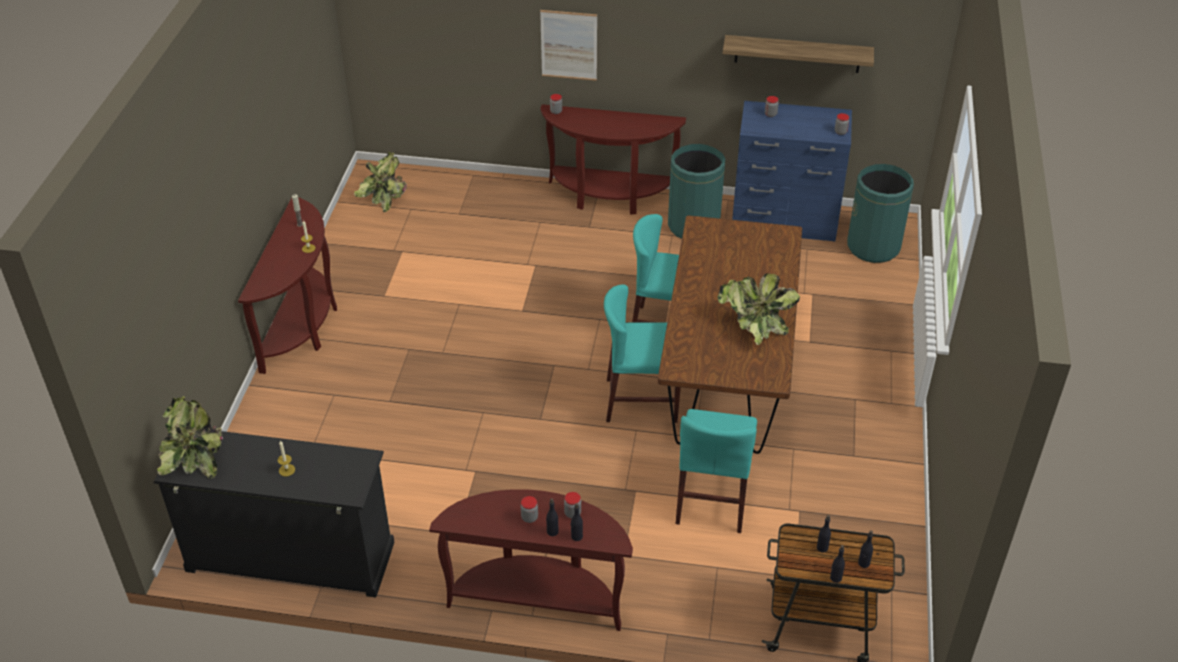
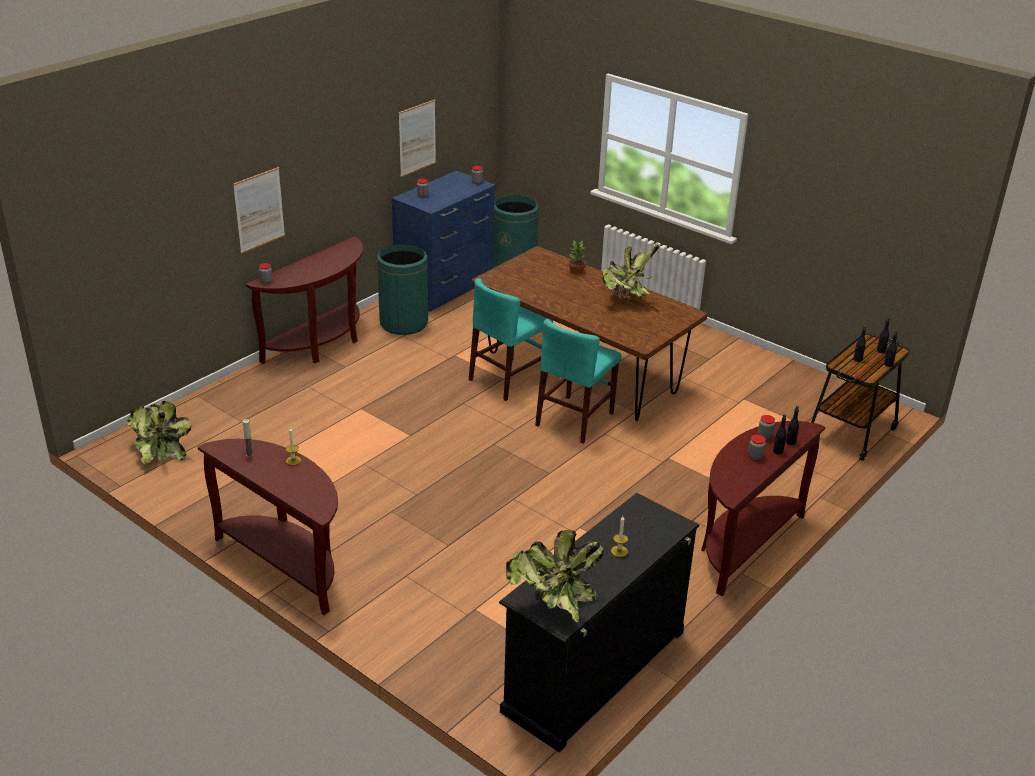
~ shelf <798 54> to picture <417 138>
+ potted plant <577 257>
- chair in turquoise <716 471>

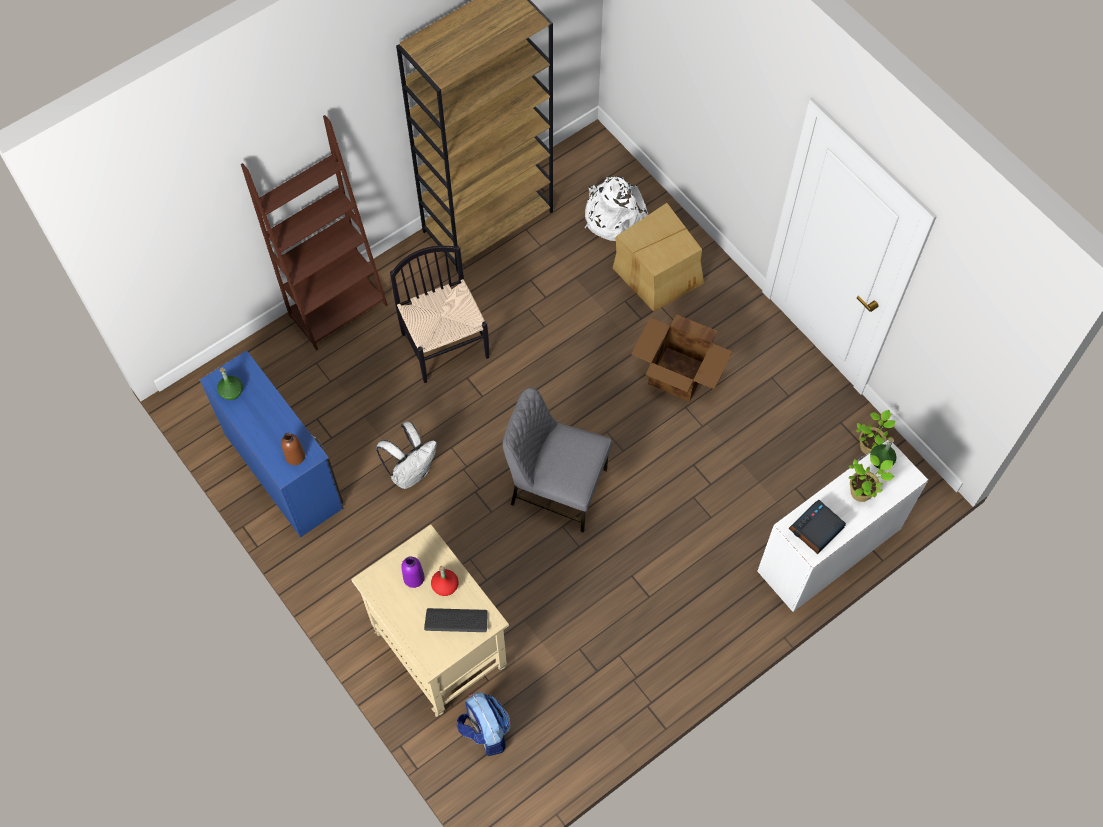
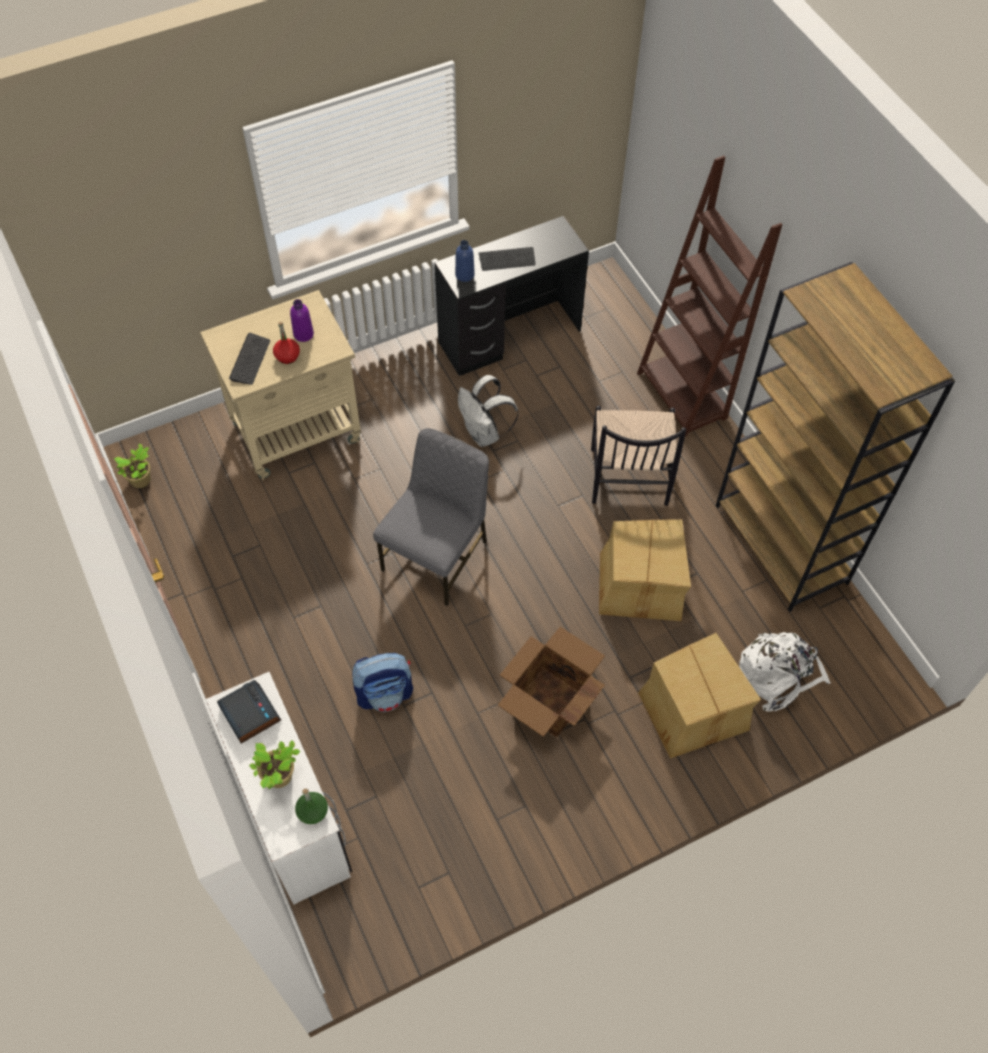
~ potted plant <875 432> to <132 466>
~ backpack <484 724> to <382 682>
~ desk in blue <271 443> to desk in black <512 296>
~ bottle in brown <293 449> to bottle in blue <465 261>
+ keyboard <507 259>
~ chair in black <439 314> = <638 456> 105 degrees clockwise
+ cardboard box <645 570>
- bottle in green <230 383>

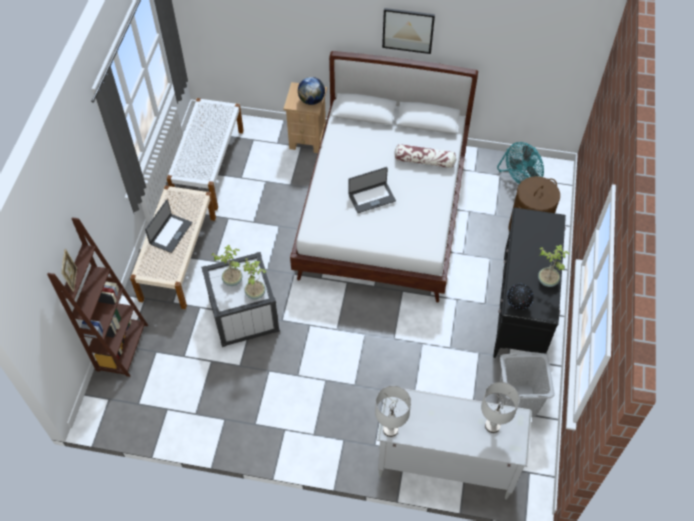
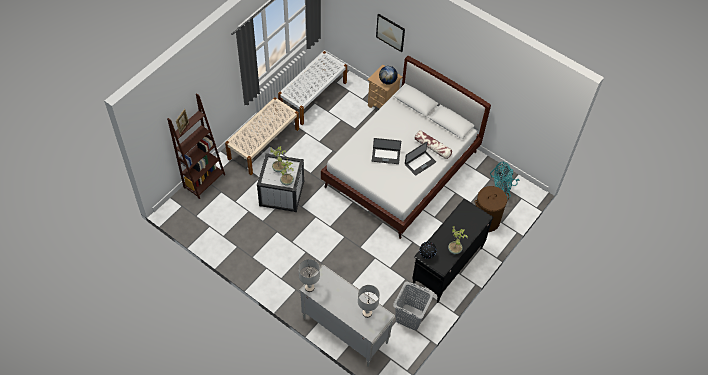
~ picture <408 31> to <390 33>
~ laptop <168 226> to <420 159>

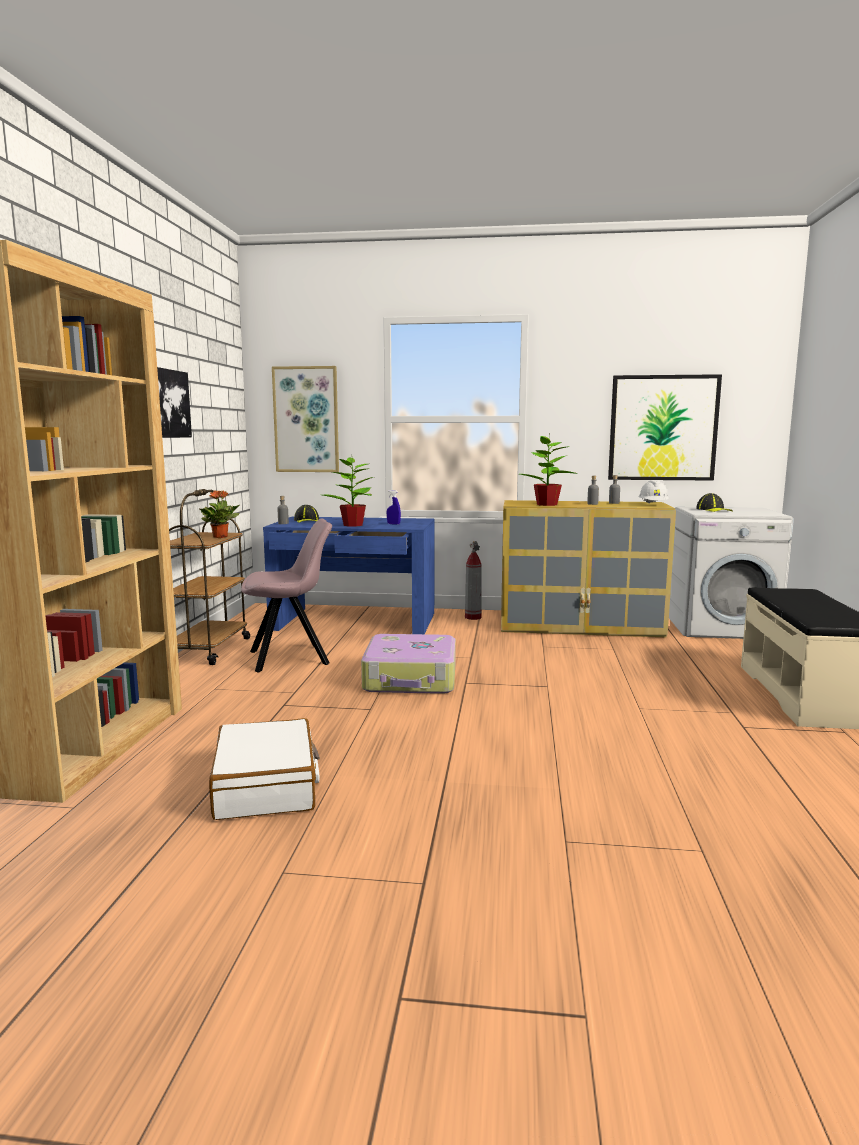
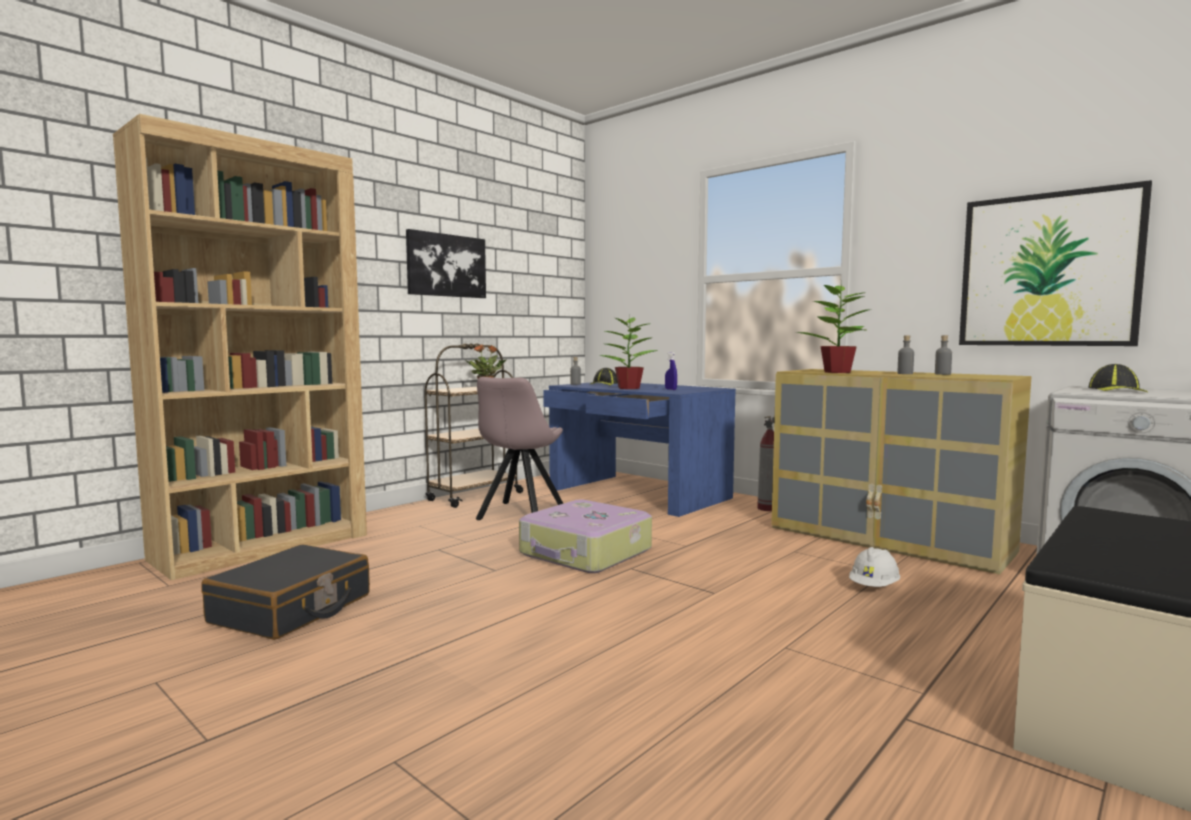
~ suitcase in white <264 769> to suitcase in black <285 592>
~ chair in pink <286 595> = <520 448> 90 degrees clockwise
~ hard hat in white <654 492> to <874 567>
- picture <305 419>

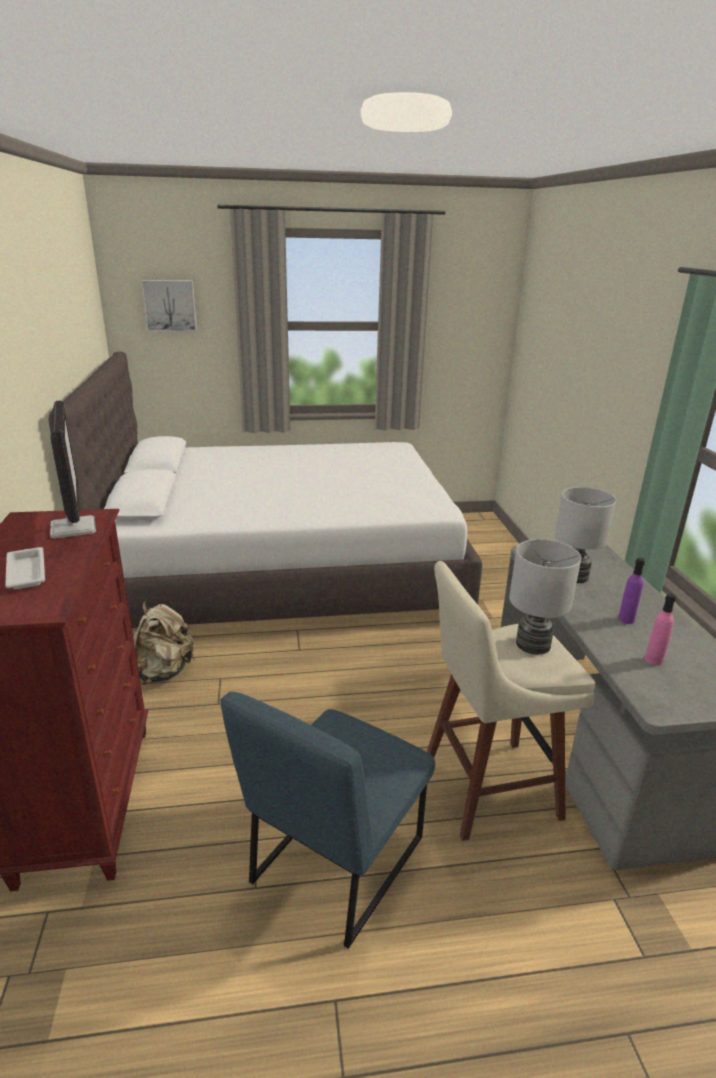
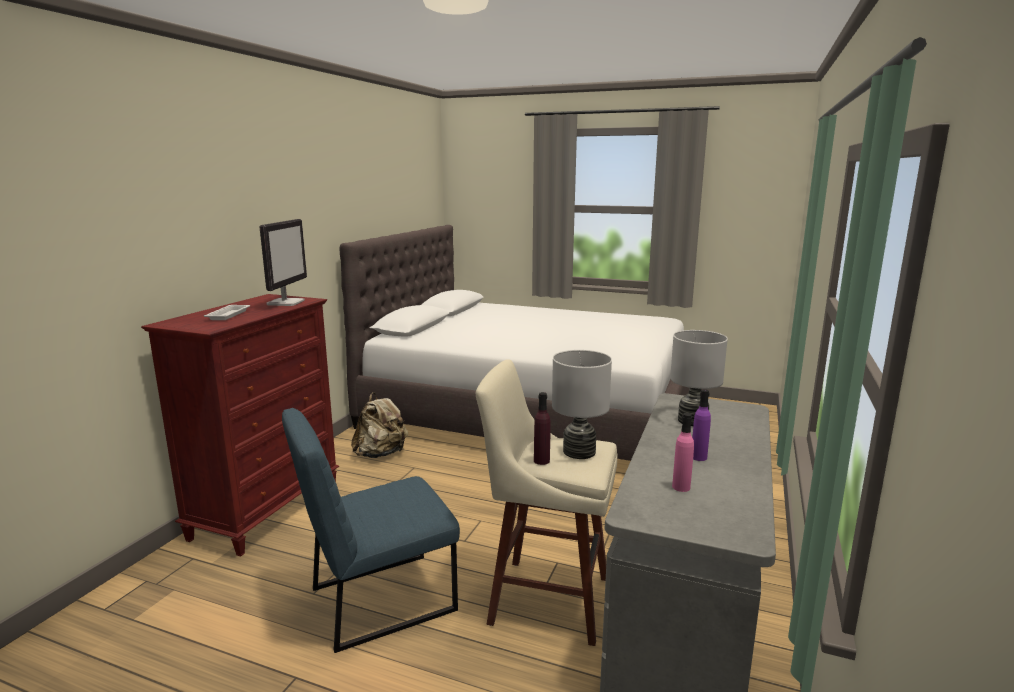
+ bottle in purple <542 428>
- picture <169 306>

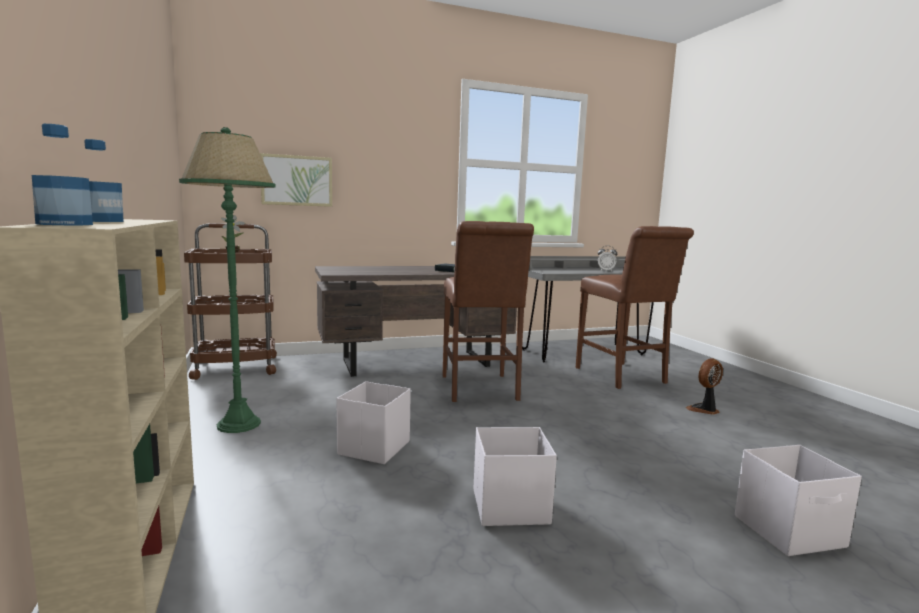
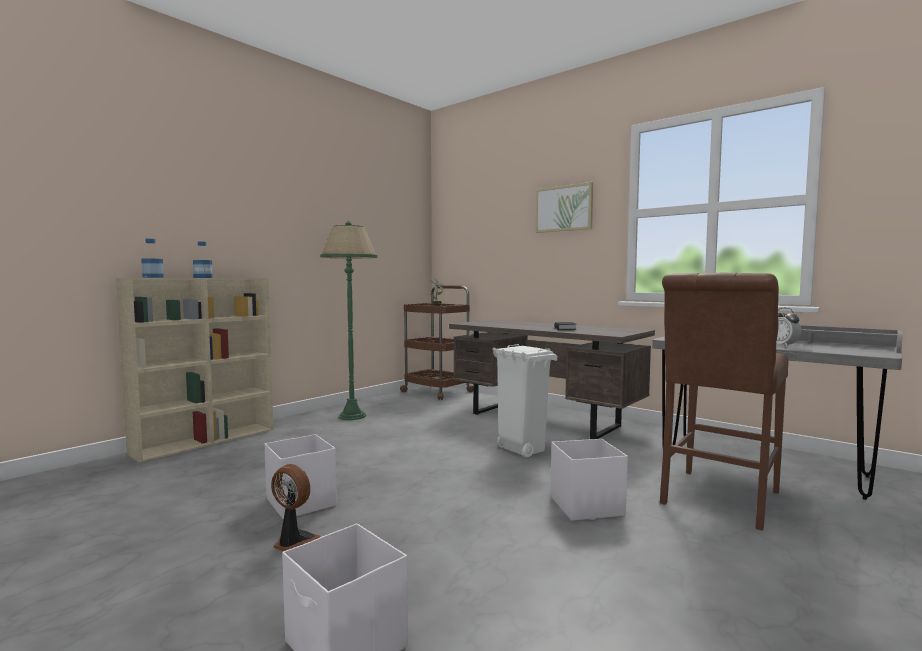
~ fan <704 386> to <296 507>
~ stool in brown <488 311> to trash can in white <525 401>
~ picture <296 180> to <564 207>
~ storage box in white <374 422> to <589 480>

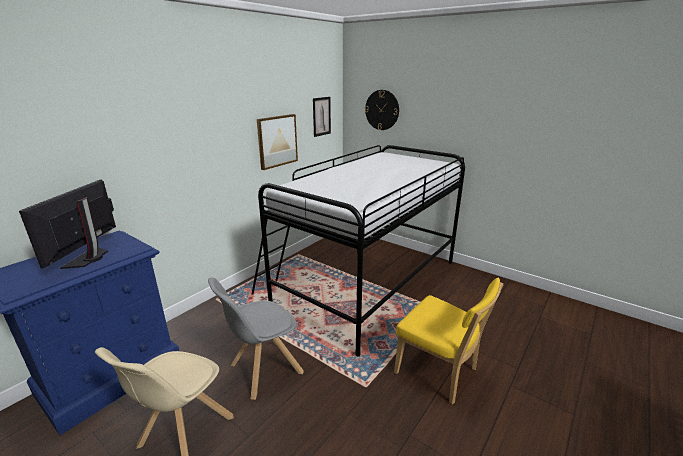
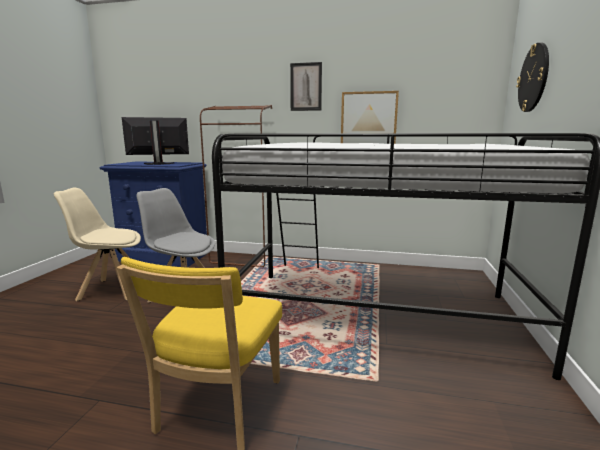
+ clothes rack in brown <236 186>
~ picture <322 117> to <306 86>

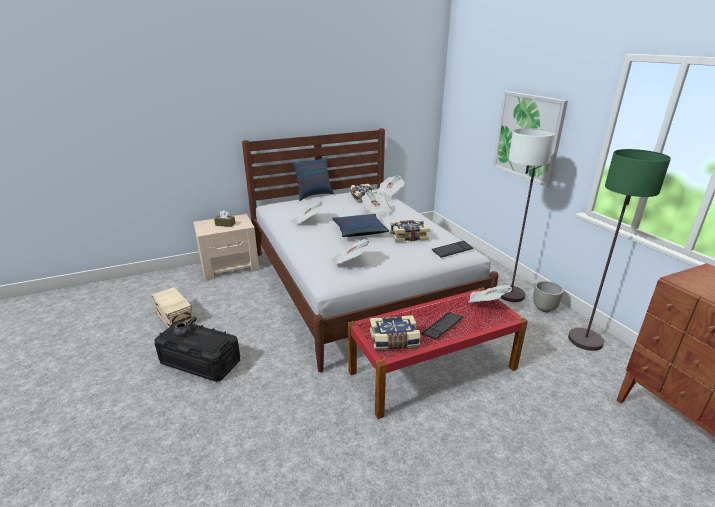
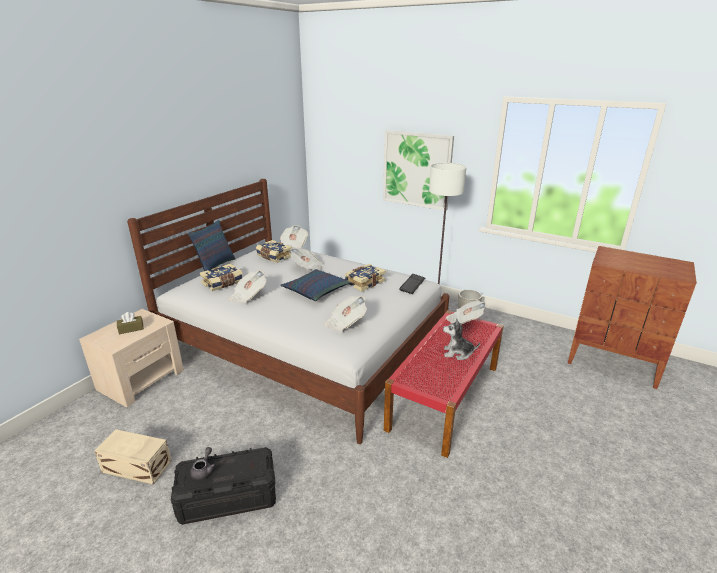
~ book <395 332> to <221 277>
~ keyboard <442 326> to plush toy <461 339>
- floor lamp in green <619 250>

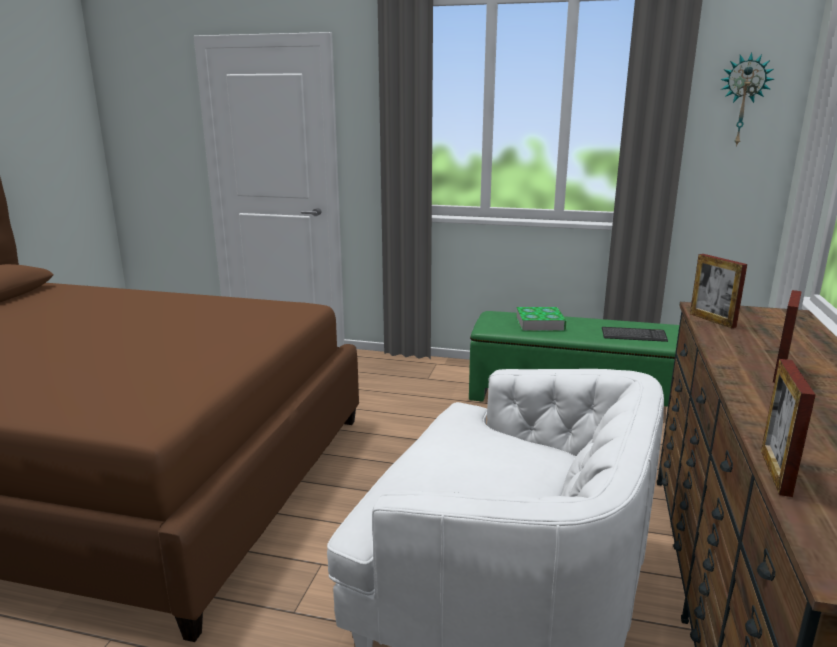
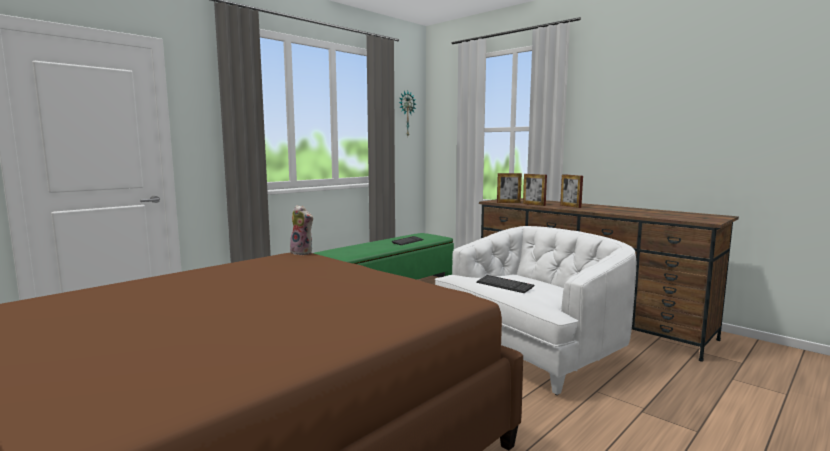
+ plush toy <301 230>
+ keyboard <505 284>
~ picture frame <788 428> to <535 190>
- book <541 319>

